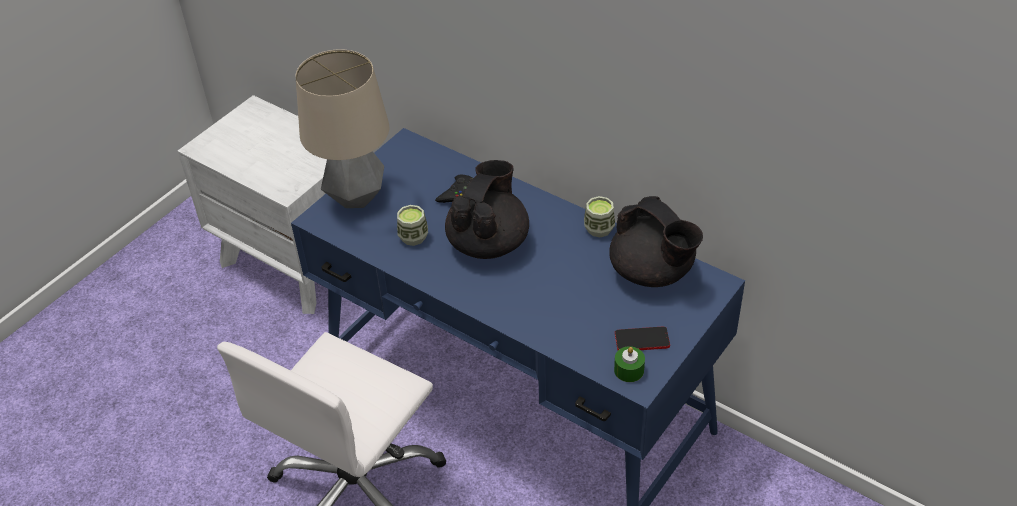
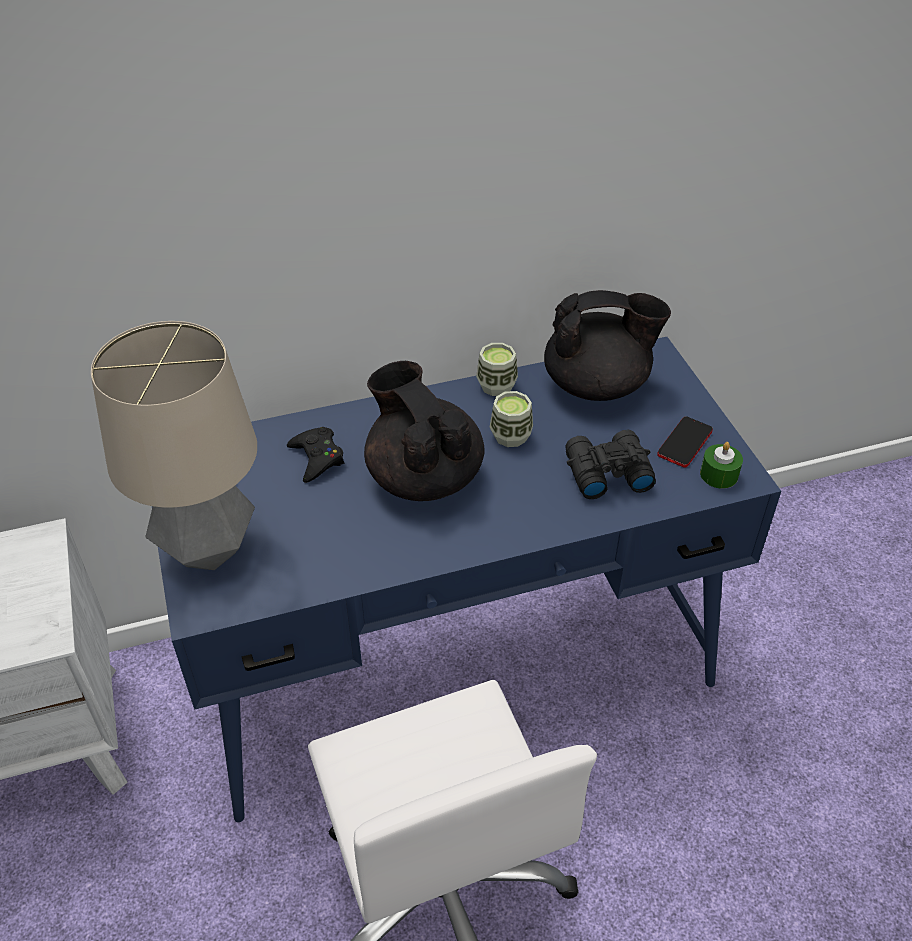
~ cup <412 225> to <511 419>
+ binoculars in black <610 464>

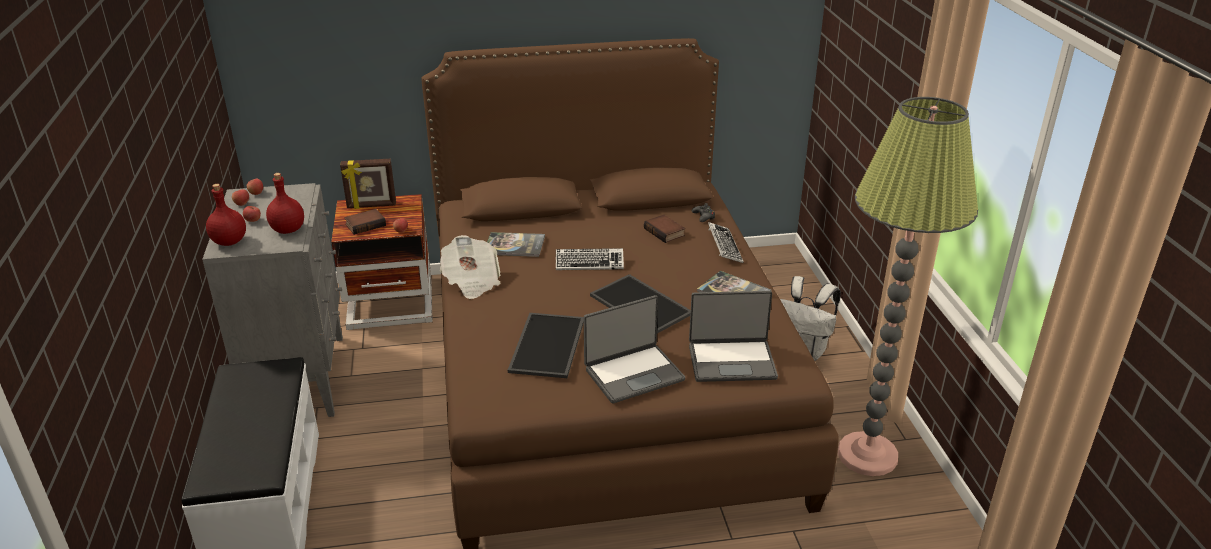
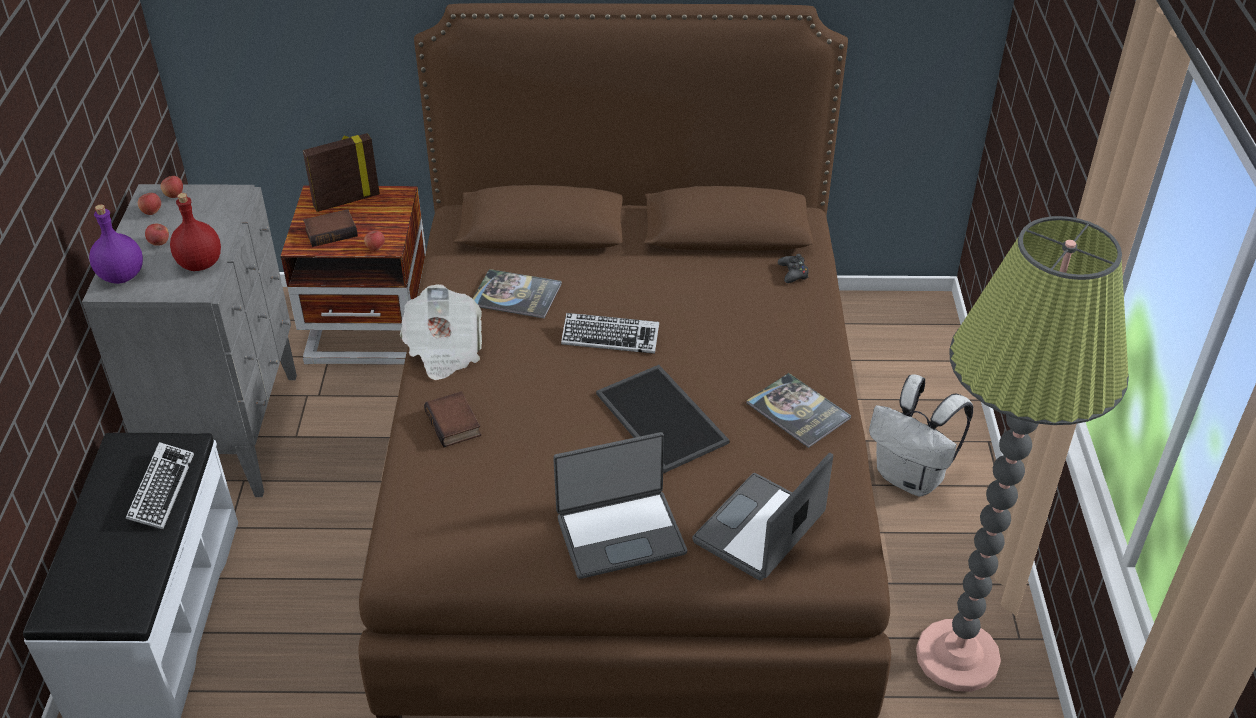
~ bottle in red <226 215> to bottle in purple <116 244>
~ keyboard <725 242> to <159 485>
~ picture frame <368 184> = <341 172> 150 degrees clockwise
~ book <664 229> to <452 419>
~ laptop <733 336> = <762 517> 120 degrees clockwise
- tray <546 345>

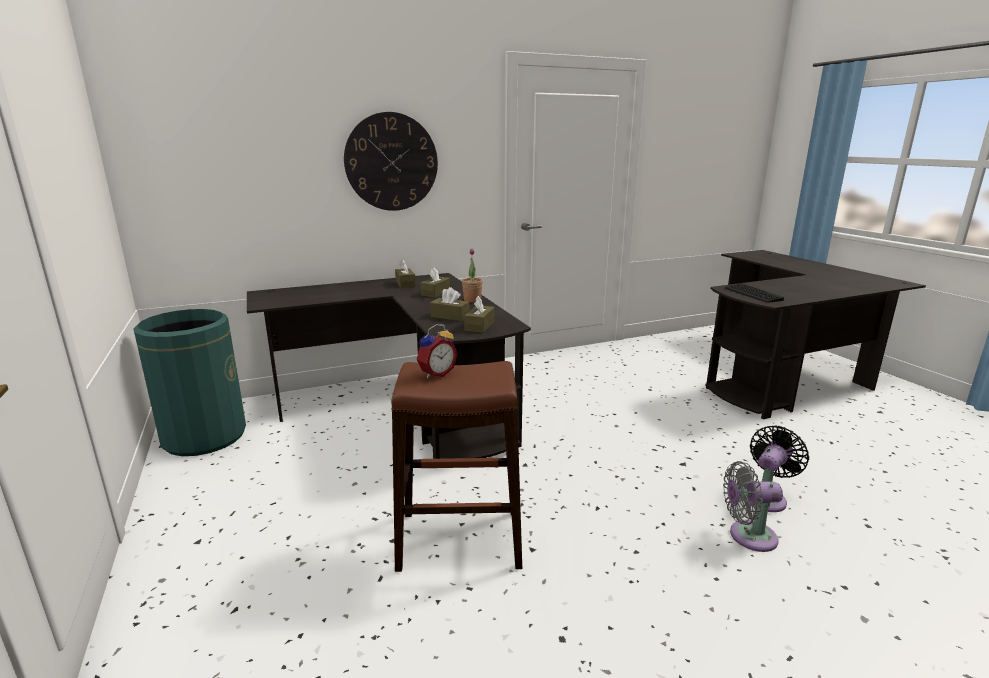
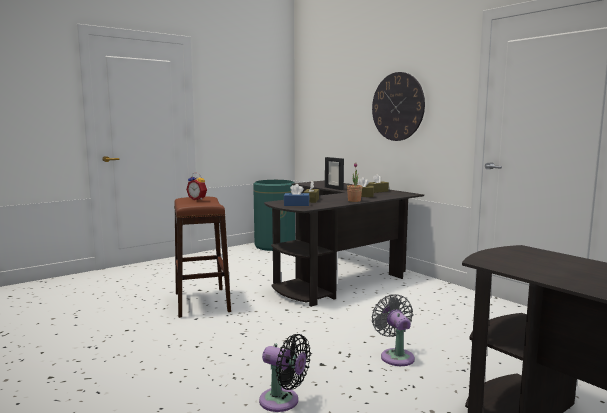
~ tissue box in brown <479 314> to tissue box in blue <297 195>
+ picture frame <334 173>
~ fan in grey <753 506> to <393 330>
- keyboard <754 293>

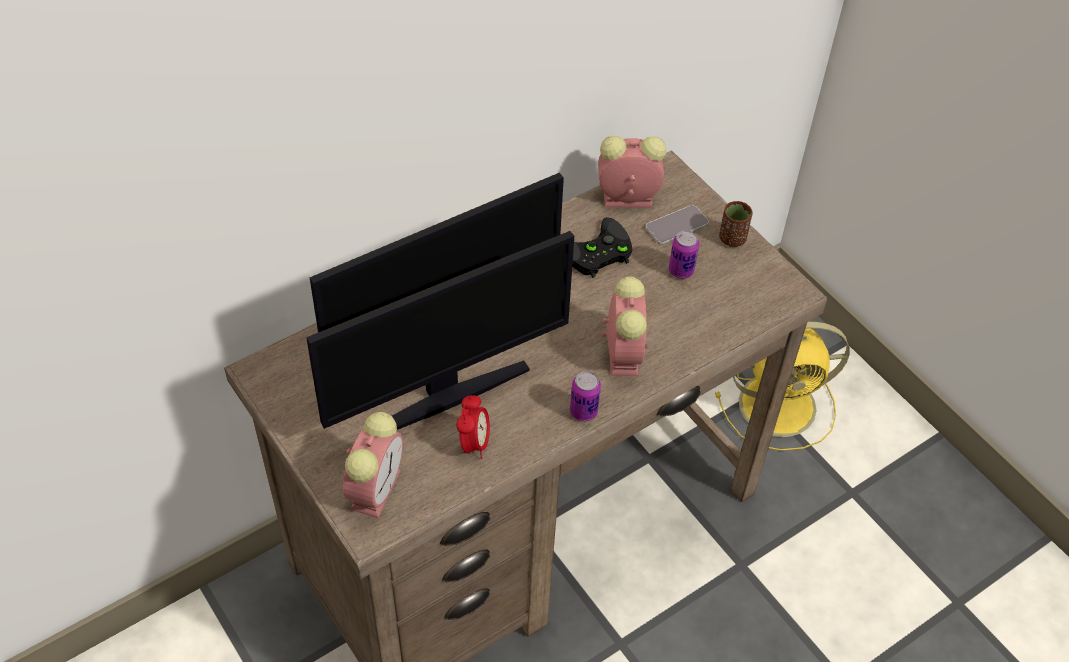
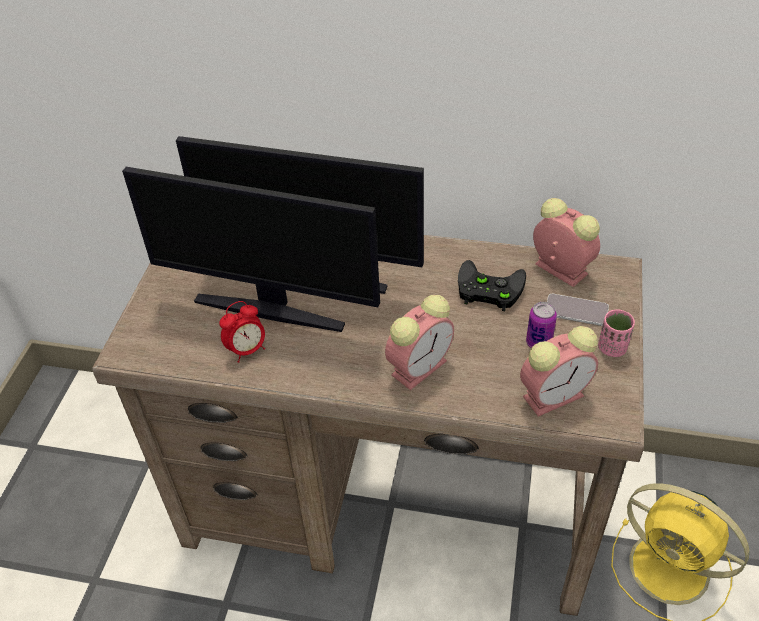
~ alarm clock <373 465> to <559 371>
~ cup in brown <736 224> to cup in pink <616 333>
- can <585 396>

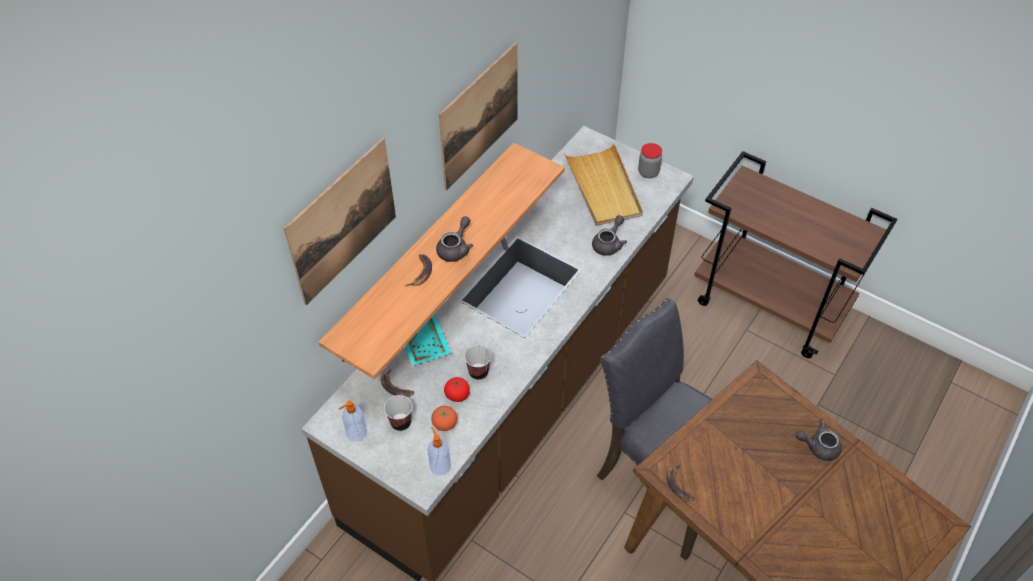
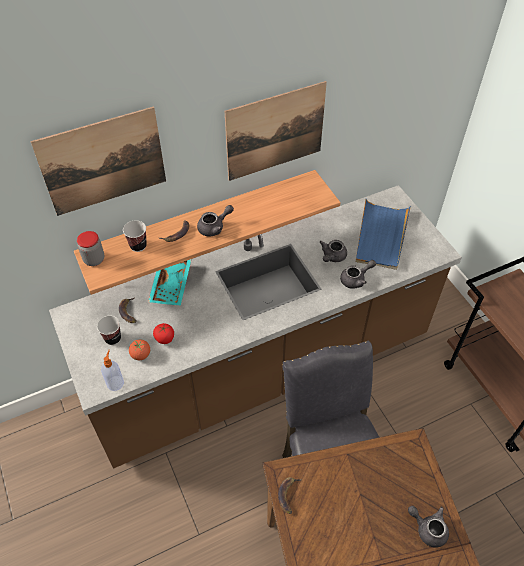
~ jar <650 160> to <90 248>
~ cup <477 362> to <135 236>
+ teapot in grey <333 251>
~ tray in beige <603 185> to tray in blue <383 234>
- soap dispenser <352 420>

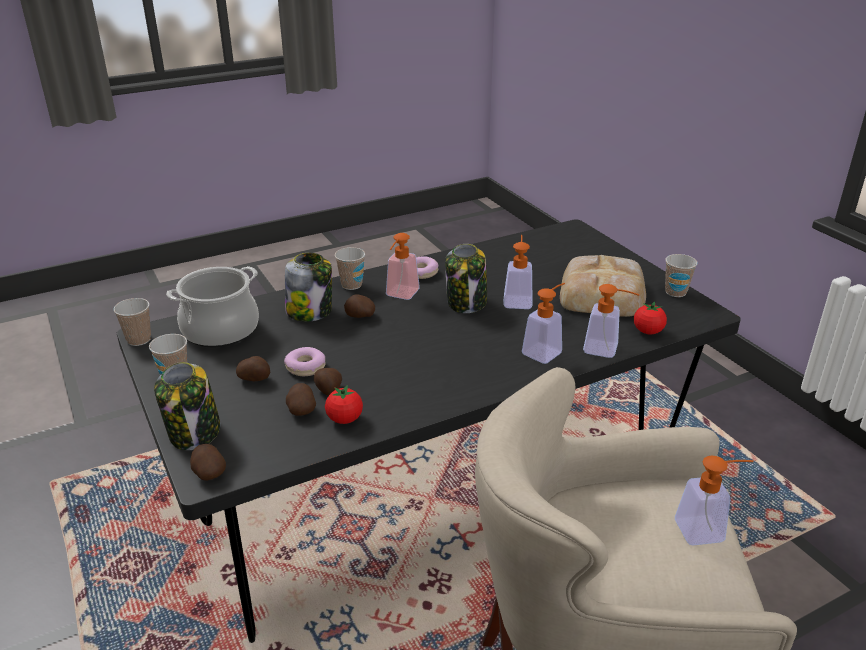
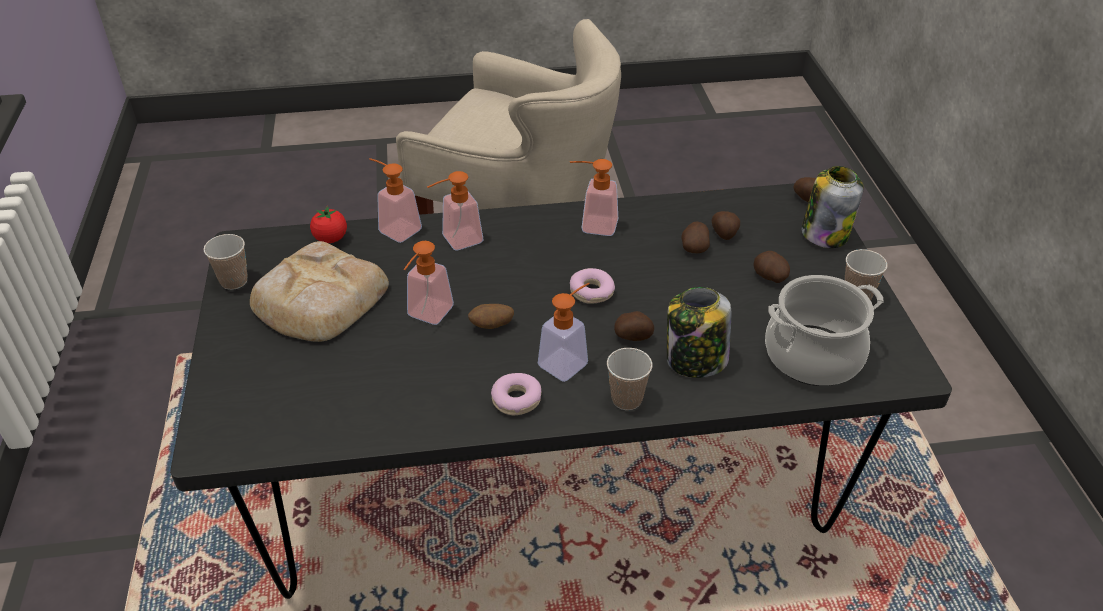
~ jar <466 278> to potato <491 316>
~ soap dispenser <714 501> to <594 197>
~ donut <305 361> to <592 286>
- cup <132 322>
- tomato <344 404>

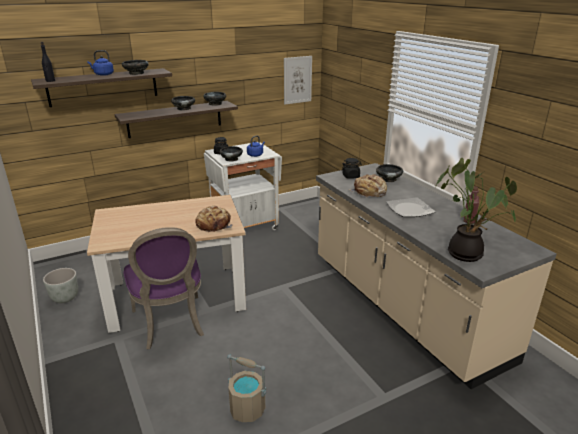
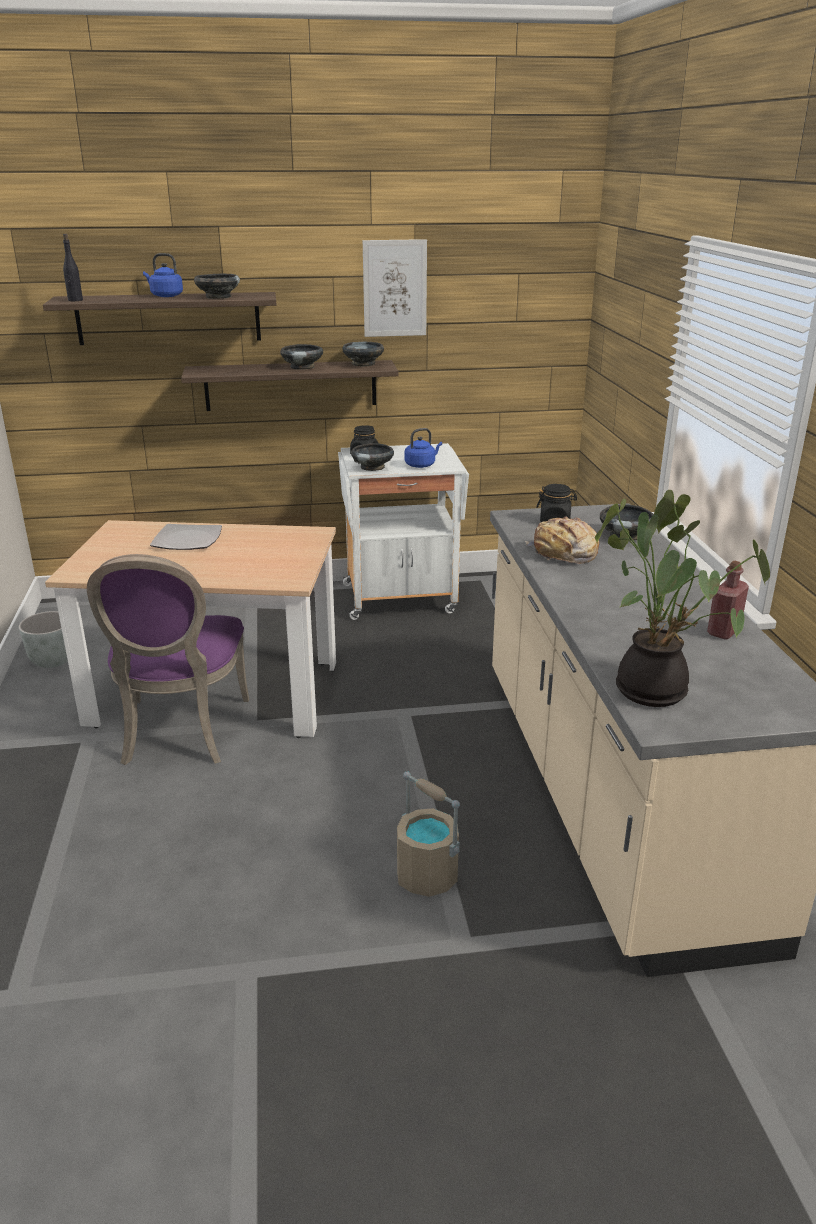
~ plate <411 207> to <186 537>
~ picture <298 80> to <395 288>
~ bucket in beige <246 388> to <428 834>
- bread <214 218>

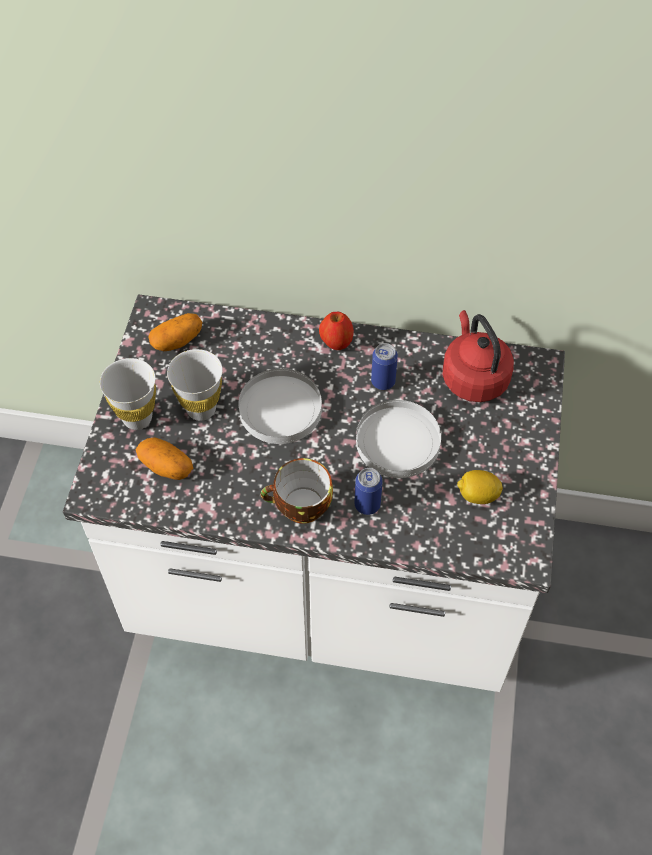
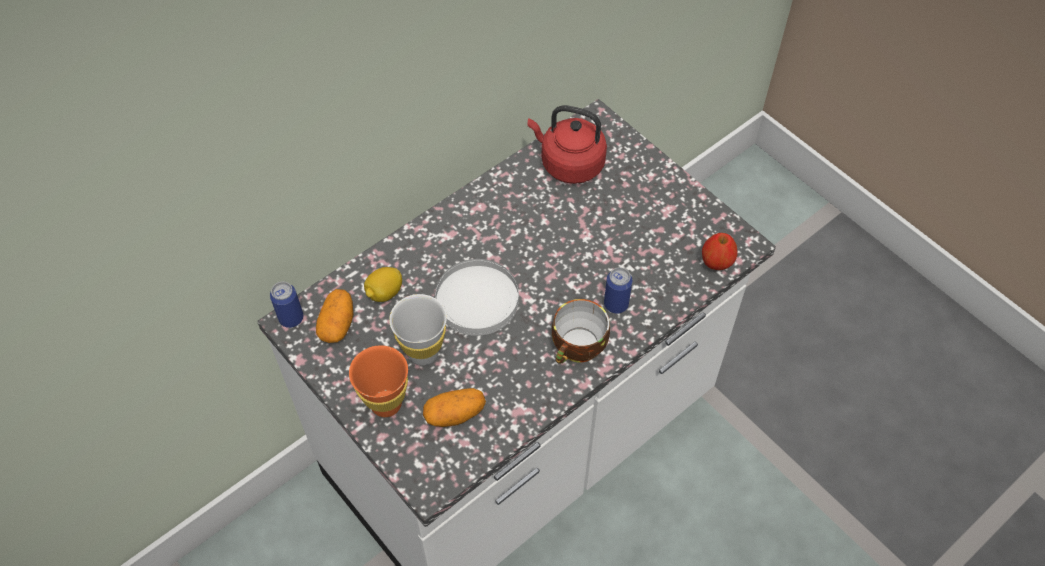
~ can <384 366> to <286 305>
~ cup in white <128 394> to cup in orange <378 381>
~ lemon <480 487> to <383 284>
~ apple <336 331> to <720 251>
- plate in white <398 439>

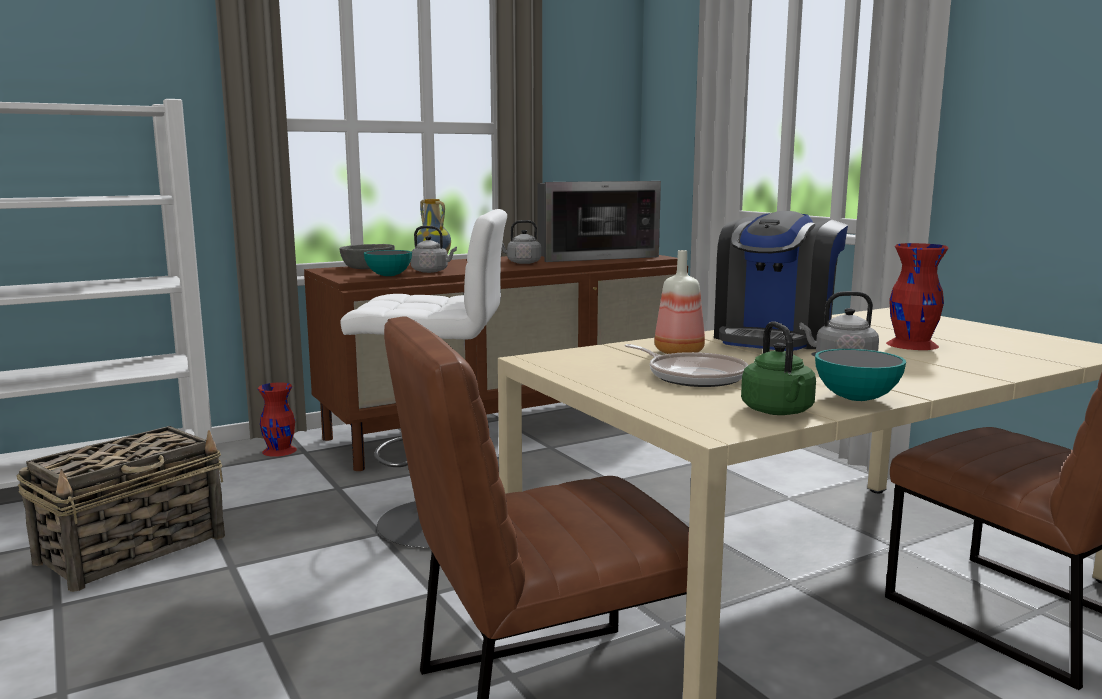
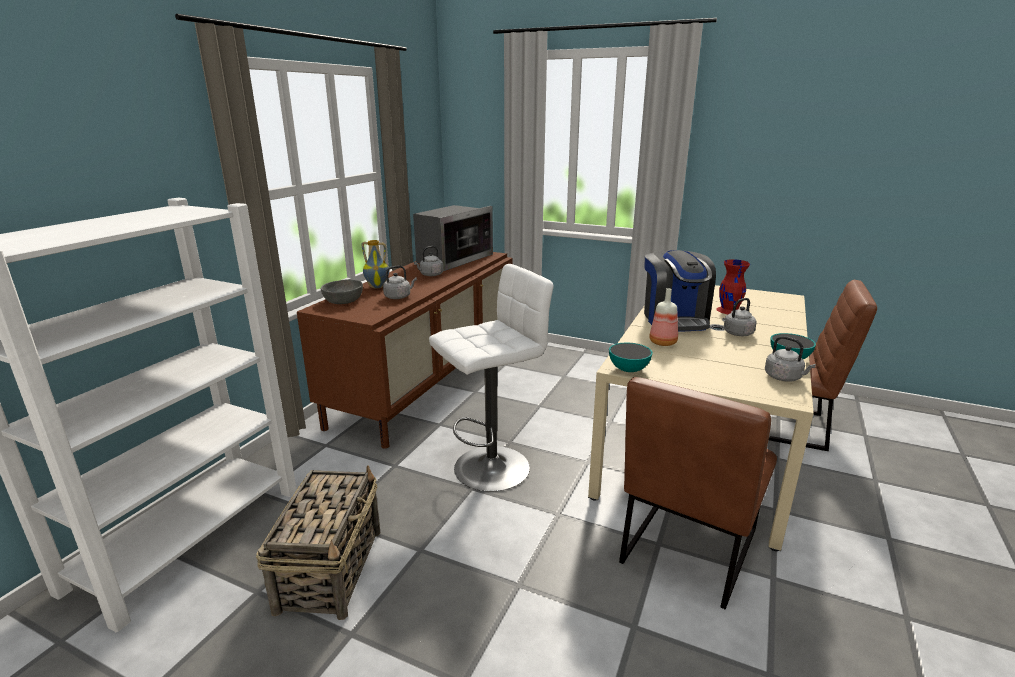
~ bowl <388 263> to <631 357>
~ kettle in green <778 368> to kettle in grey <790 359>
- vase in red <277 419>
- frying pan <686 365>

